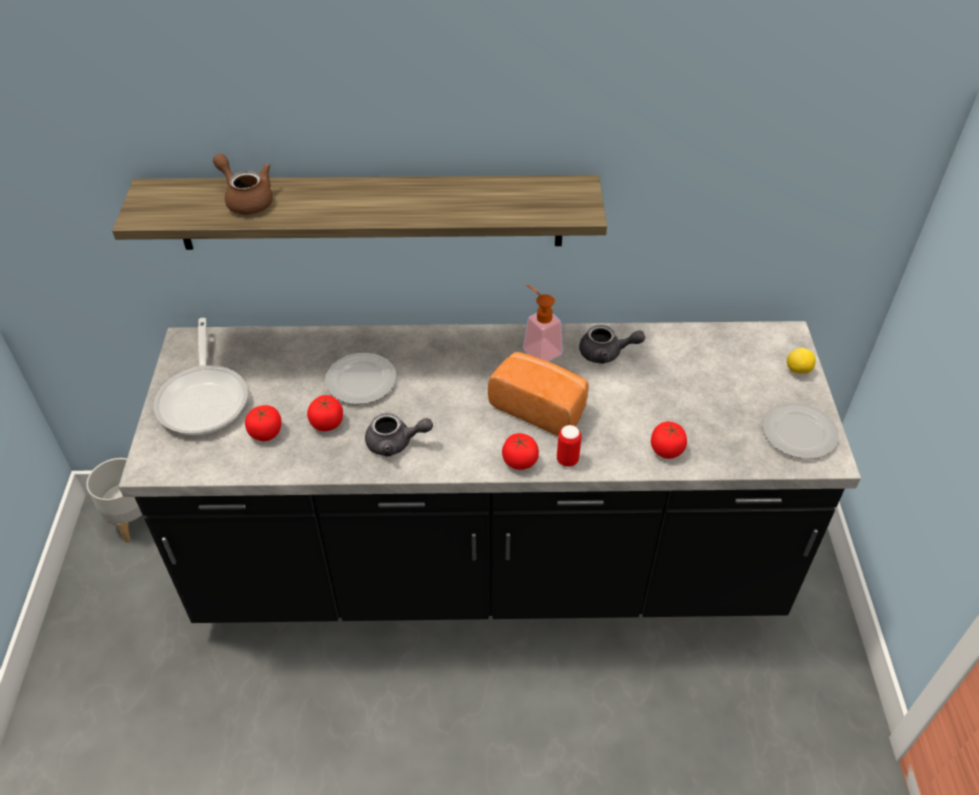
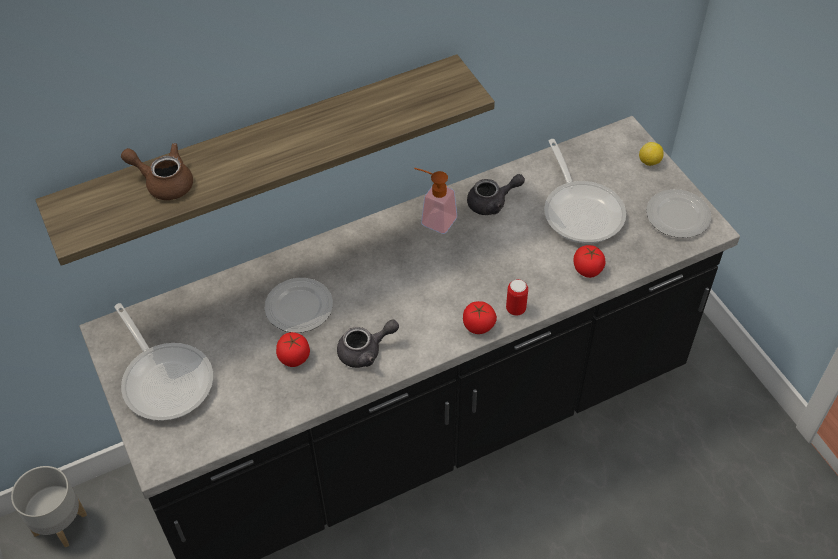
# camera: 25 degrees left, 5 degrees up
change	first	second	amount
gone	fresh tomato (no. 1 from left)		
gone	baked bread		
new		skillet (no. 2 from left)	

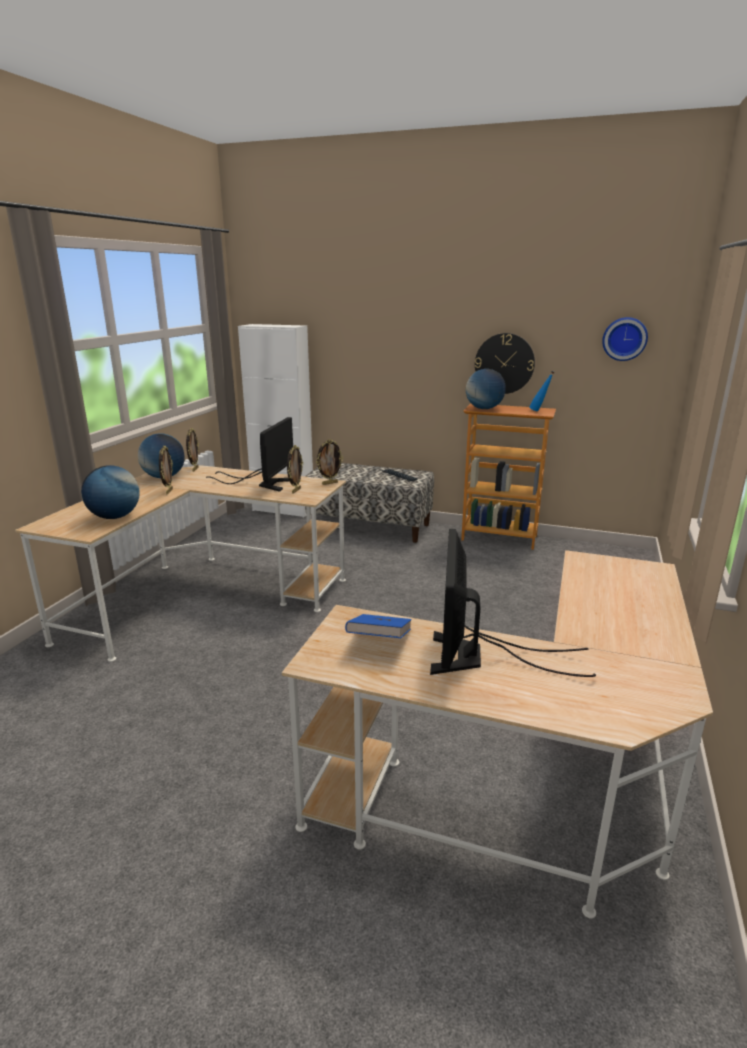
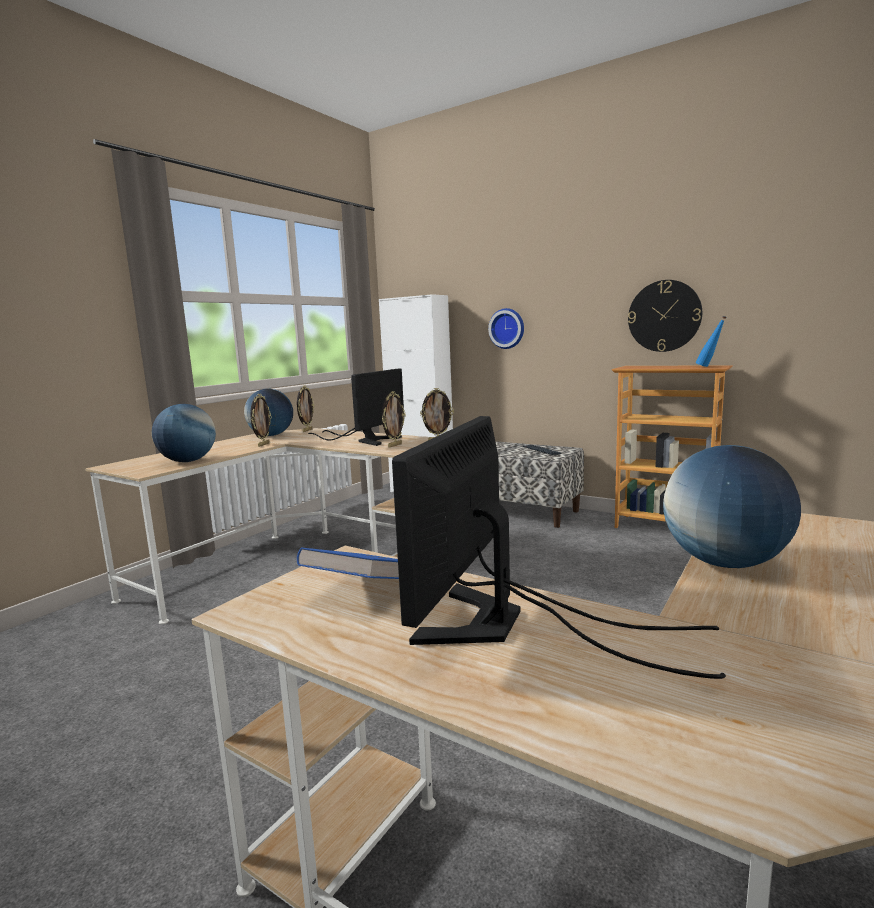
# camera: 15 degrees right, 10 degrees down
change	first	second	amount
shifted	world globe (no. 3 from left)		
shifted	clock on the wall (no. 2 from left in the first image)	clock on the wall (no. 1 from left)	

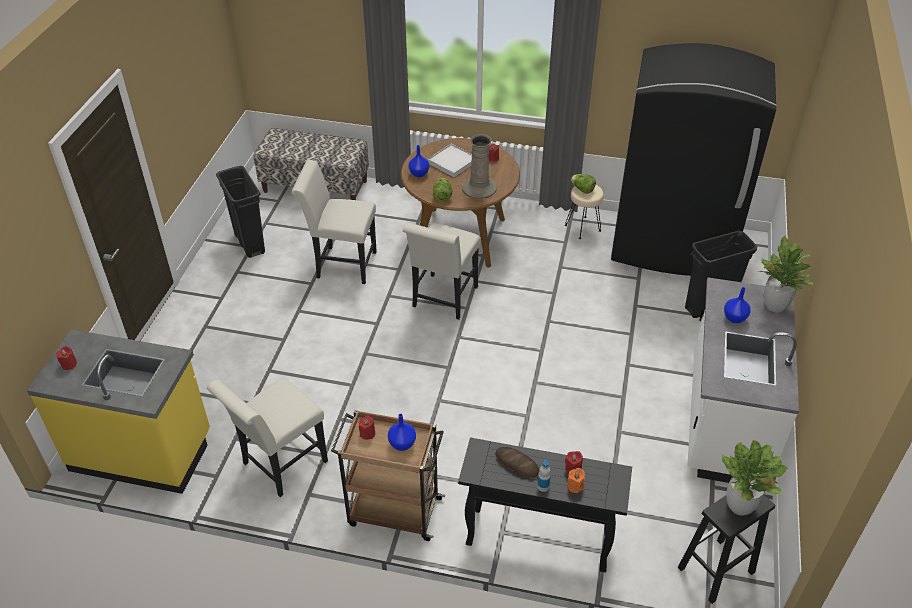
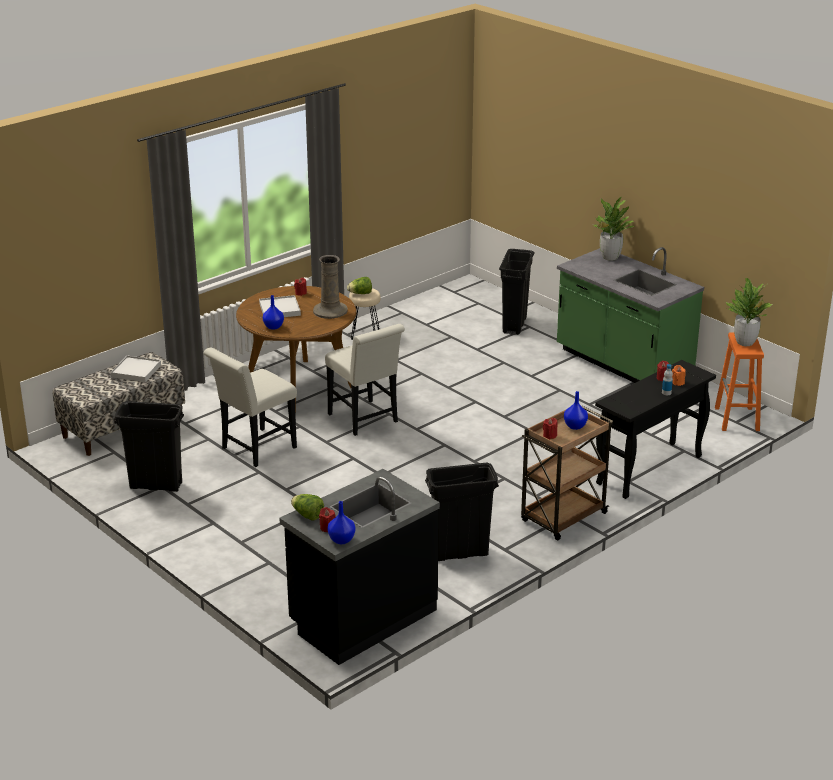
# camera: 55 degrees left, 15 degrees down
change	first	second	amount
repainted	yellow counter	black-coloured counter	
swapped	white-coloured chair (no. 1 from left)	black-coloured trash can (no. 2 from left)	
shifted	head of lettuce (no. 1 from left)		
gone	baked bread		
gone	black-coloured fridge		
repainted	black-coloured stool seat	orange-coloured stool seat	
repainted	white-coloured counter	green-coloured counter	
shifted	blue-coloured vase (no. 3 from left in the first image)	blue-coloured vase (no. 2 from left)	
new		white-coloured tray (no. 1 from left)	

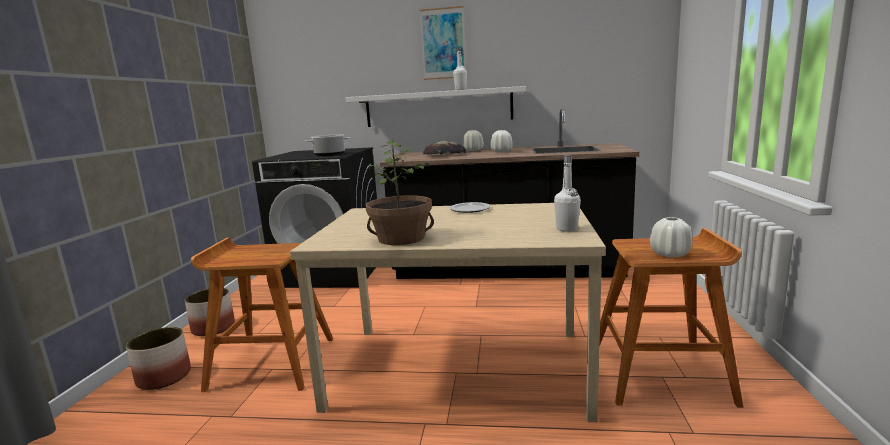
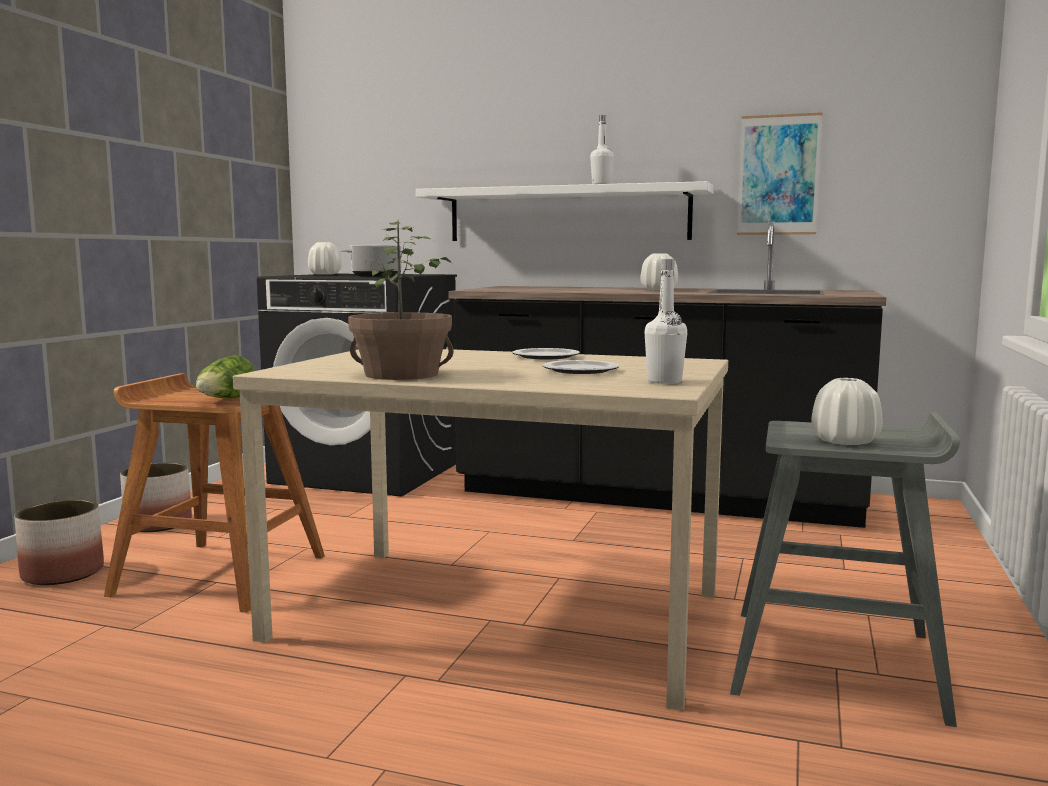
# camera: 10 degrees right, 5 degrees down
change	first	second	amount
shifted	picture		
gone	baked bread		
shifted	white-coloured vase (no. 1 from left)		
repainted	brown stool seat (no. 2 from left)	grey stool seat	
new		head of lettuce	
new		plate (no. 2 from left)	

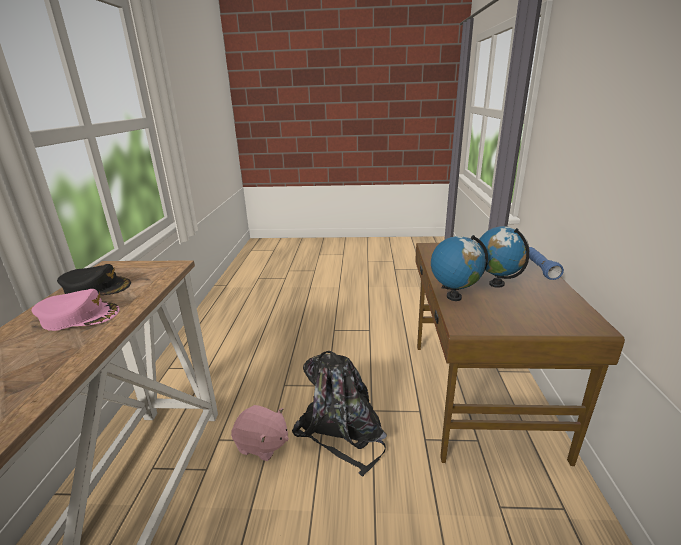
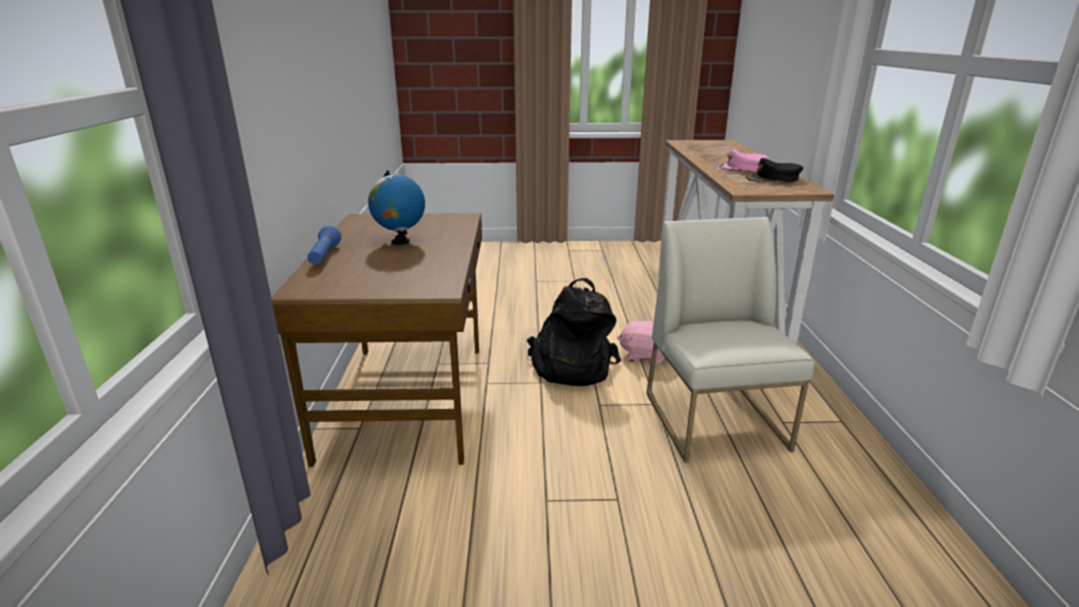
# camera: 175 degrees right, 0 degrees up
change	first	second	amount
gone	world globe (no. 1 from left)		
new		white-coloured chair	

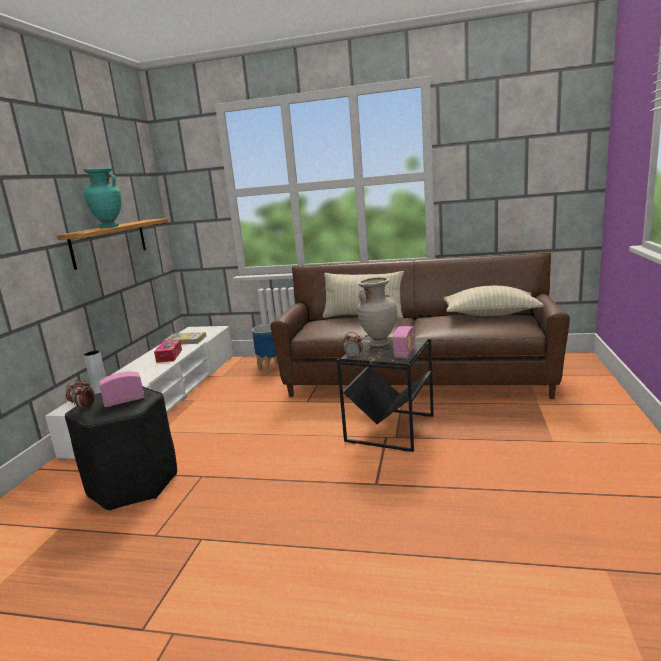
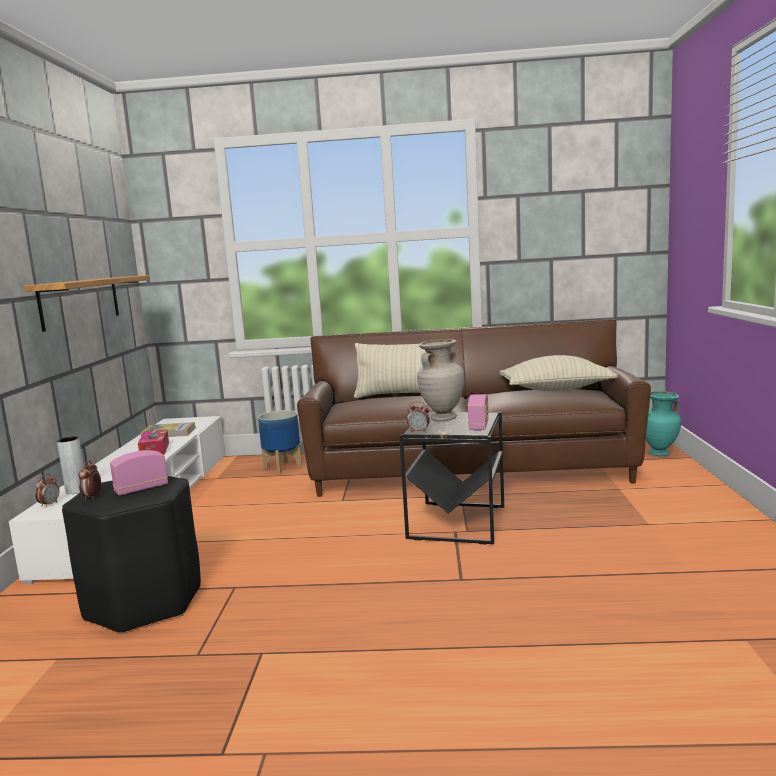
# camera: 10 degrees left, 5 degrees down
change	first	second	amount
shifted	turquoise vase		

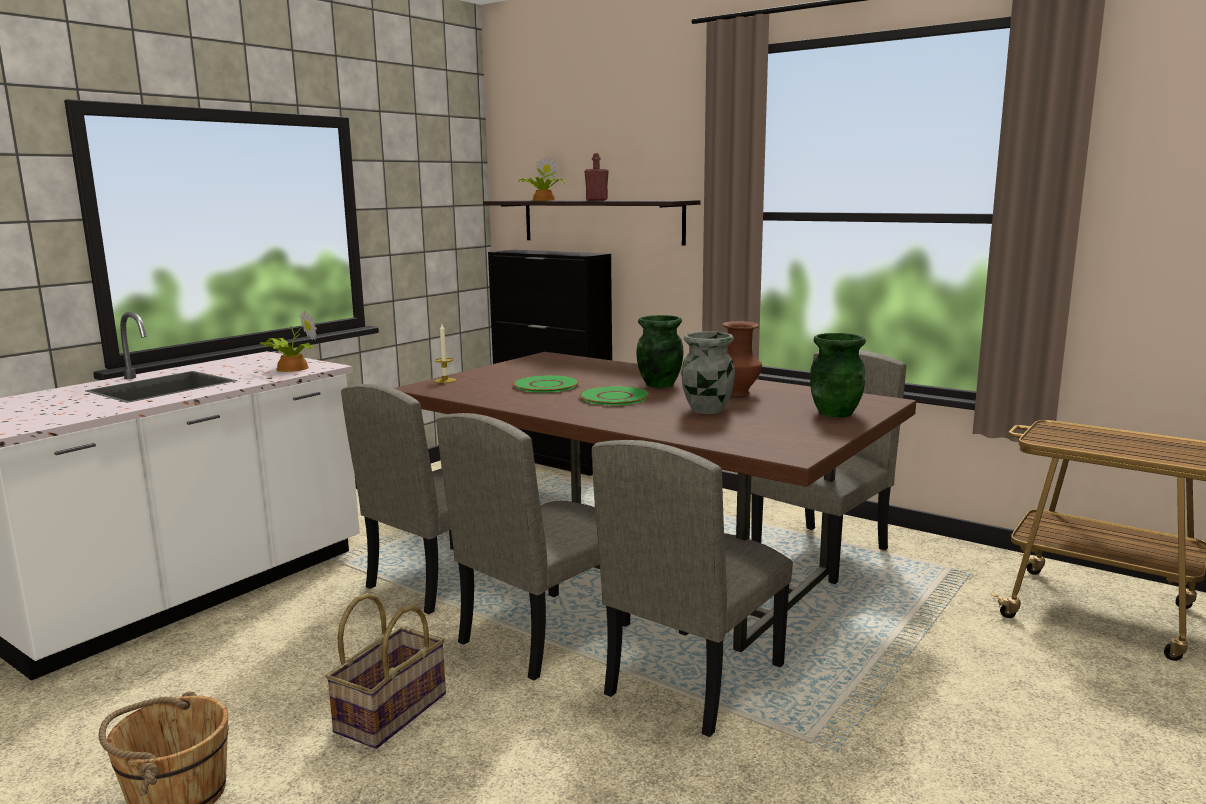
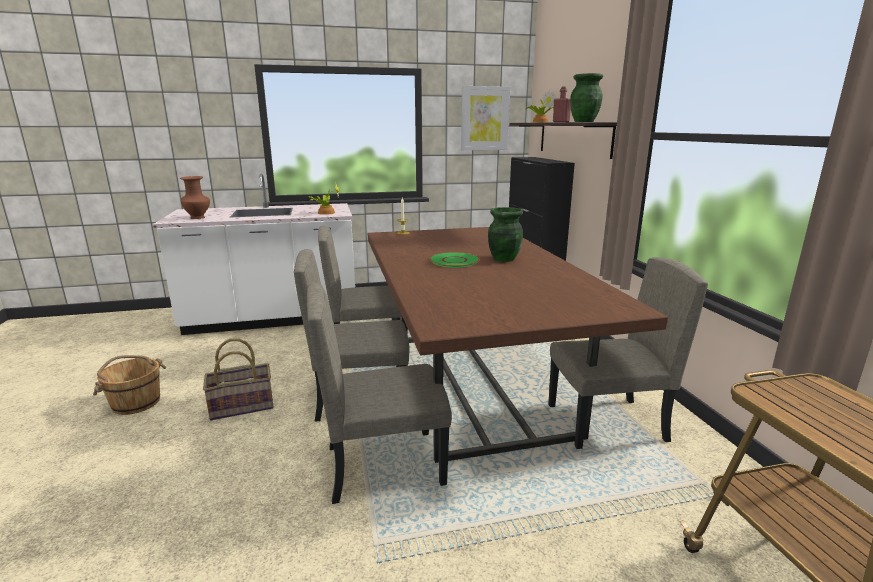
# camera: 40 degrees right, 5 degrees up
change	first	second	amount
gone	green-coloured plate (no. 1 from left)		
gone	grey vase		
shifted	brown vase		
shifted	green-coloured vase (no. 2 from left)		
new		picture	

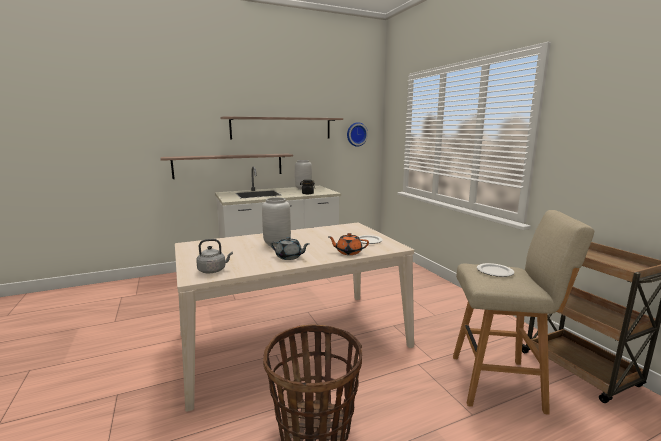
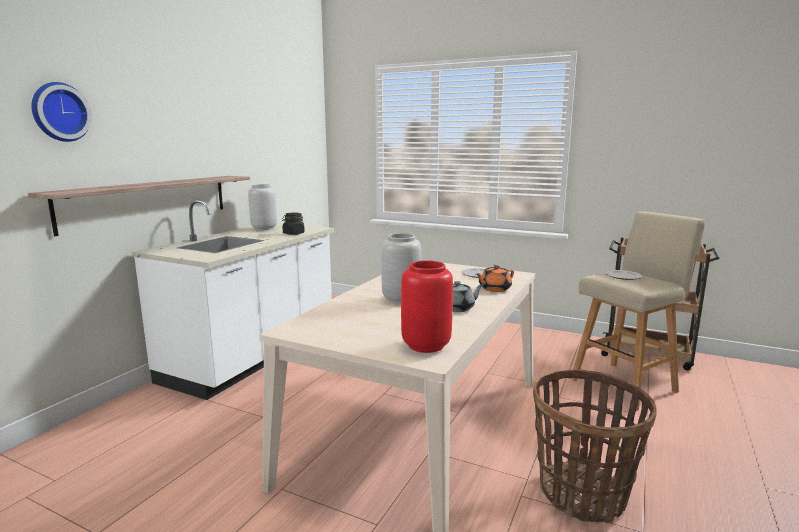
# camera: 40 degrees left, 0 degrees up
change	first	second	amount
swapped	grey kettle	red-coloured vase	
gone	shelf (no. 2 from left)		
shifted	clock on the wall		

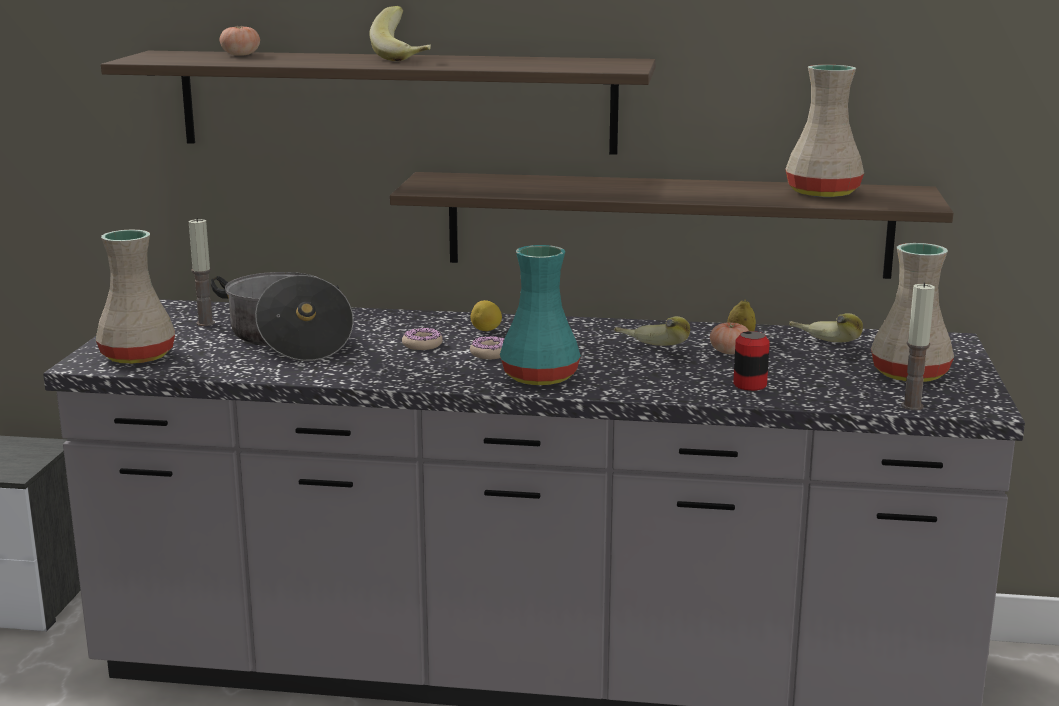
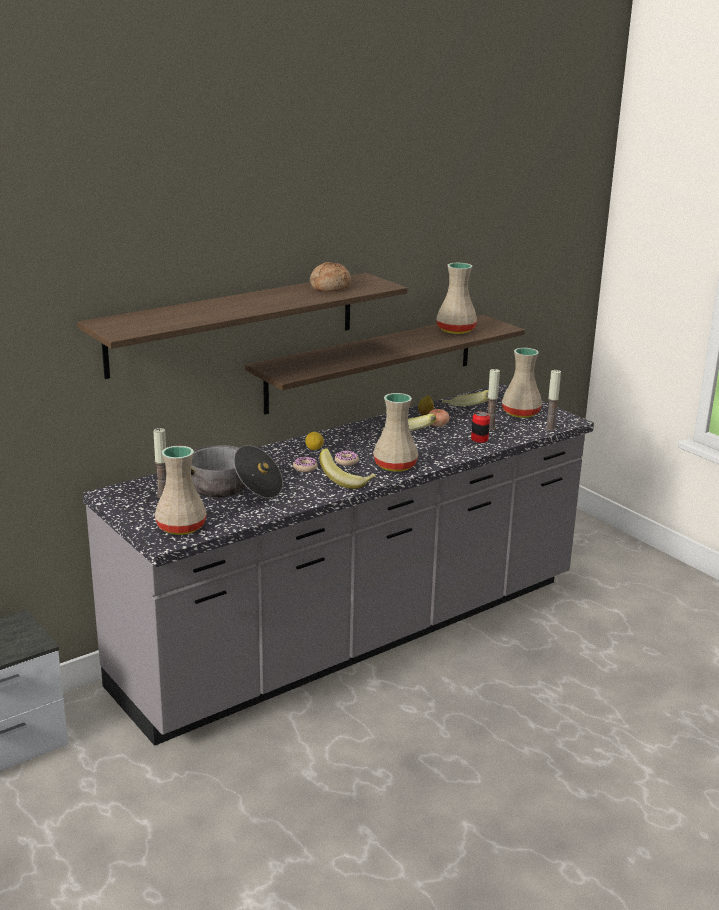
# camera: 45 degrees left, 5 degrees up
change	first	second	amount
gone	fresh tomato (no. 1 from left)		
shifted	whole banana (no. 1 from left)		
repainted	turquoise vase	beige vase (no. 2 from left)	
new		baked bread	
new		candle (no. 2 from left)	

